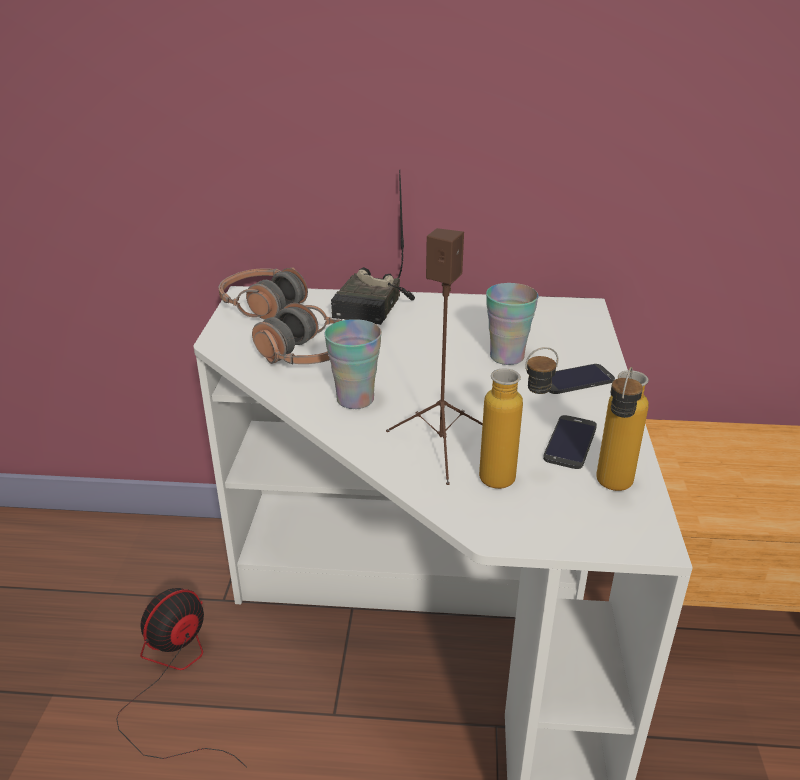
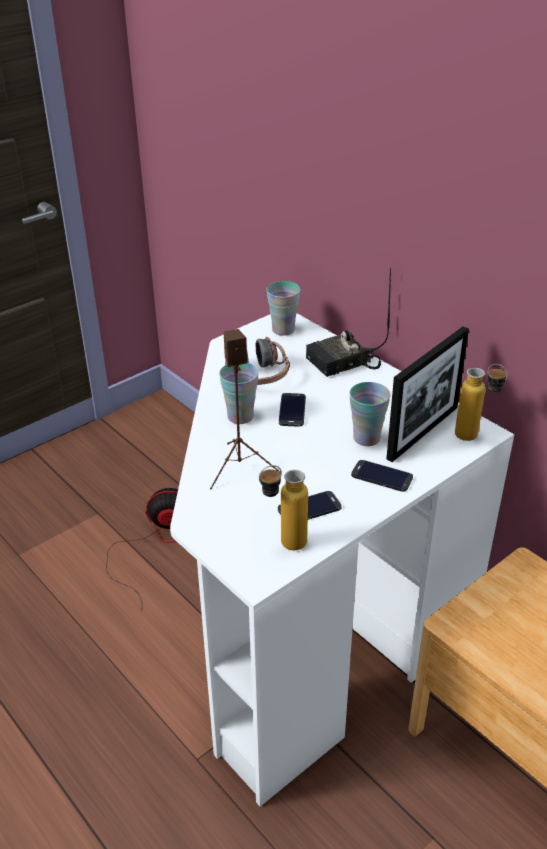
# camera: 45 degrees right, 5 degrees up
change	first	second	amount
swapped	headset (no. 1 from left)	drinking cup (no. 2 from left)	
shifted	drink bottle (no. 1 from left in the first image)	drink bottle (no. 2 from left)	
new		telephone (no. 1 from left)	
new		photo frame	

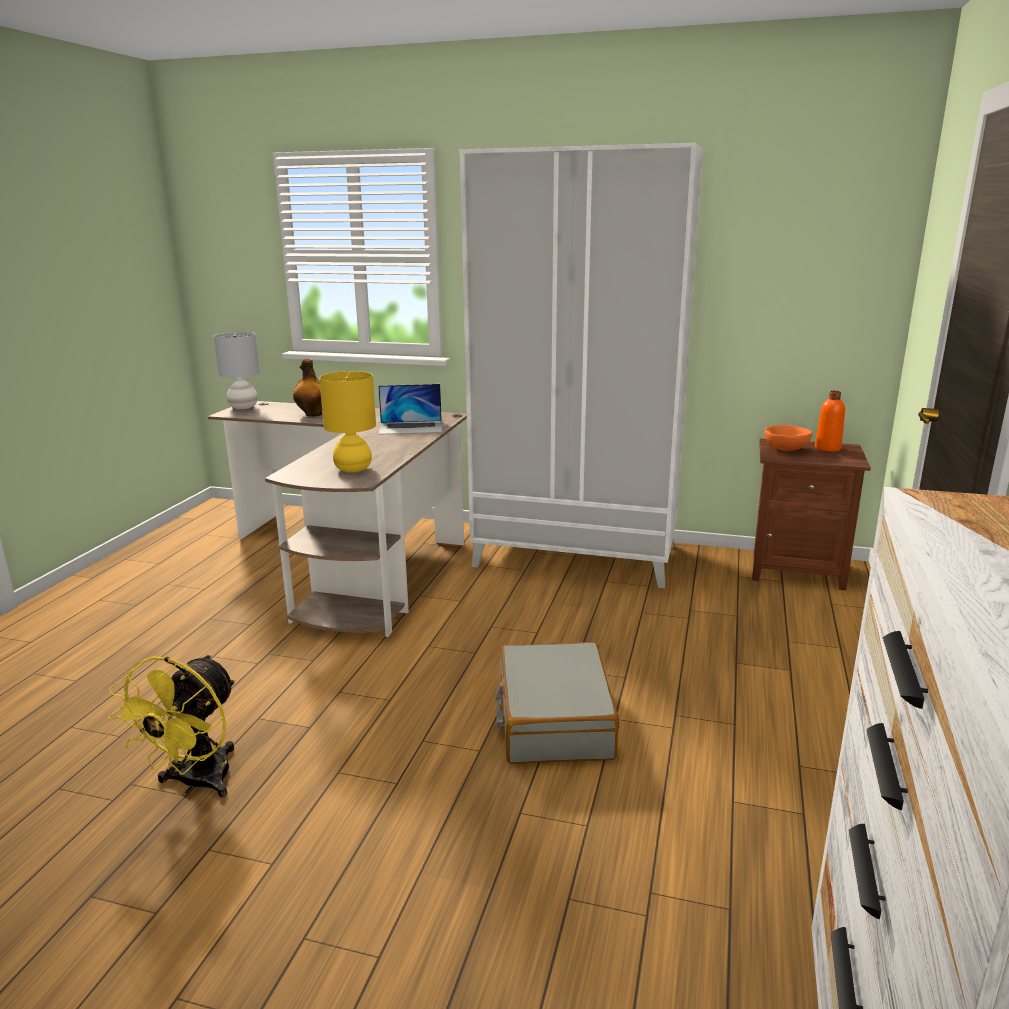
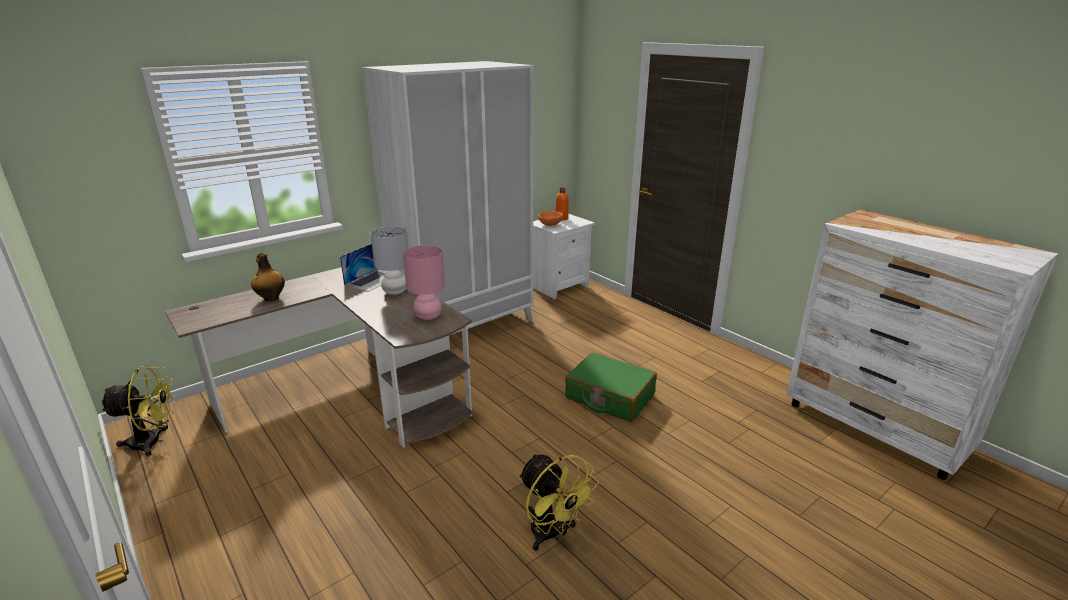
# camera: 55 degrees left, 5 degrees up
change	first	second	amount
shifted	grey table lamp		
repainted	yellow table lamp	pink table lamp	
repainted	grey suitcase	green-coloured suitcase	
repainted	brown night table	white-coloured night table	
new		yellow cooling fan (no. 1 from left)	

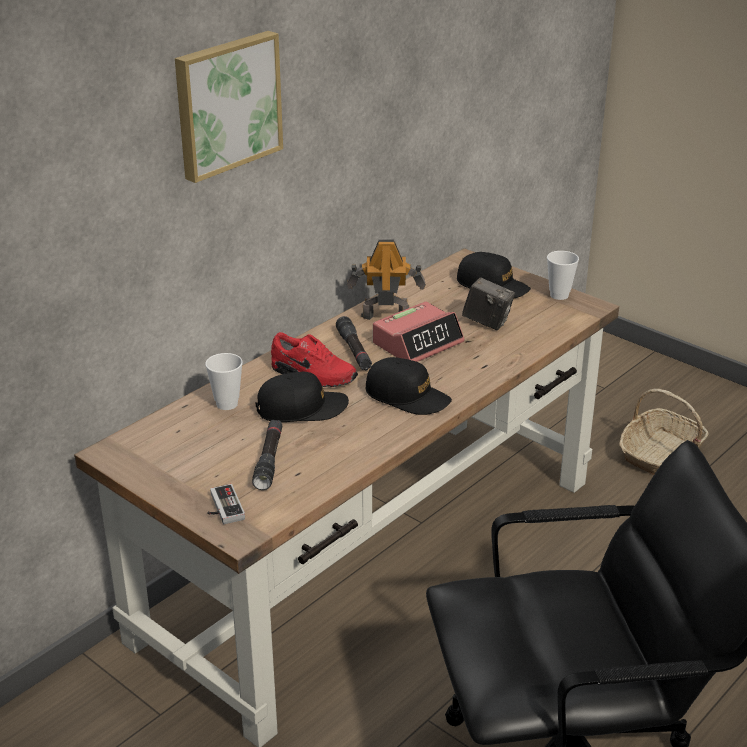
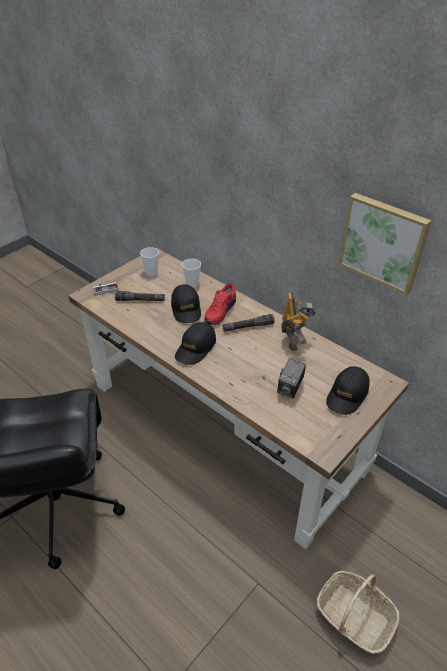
# camera: 90 degrees right, 10 degrees up
change	first	second	amount
shifted	picture		
gone	table clock		
shifted	drinking cup (no. 2 from left in the first image)	drinking cup (no. 1 from left)	

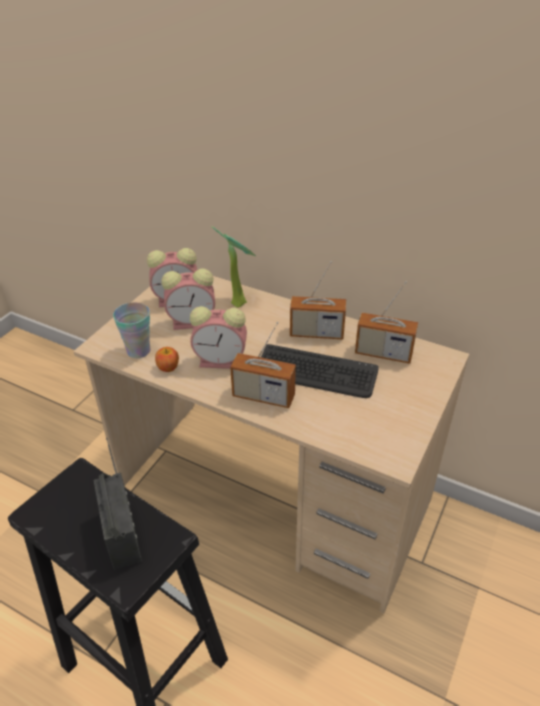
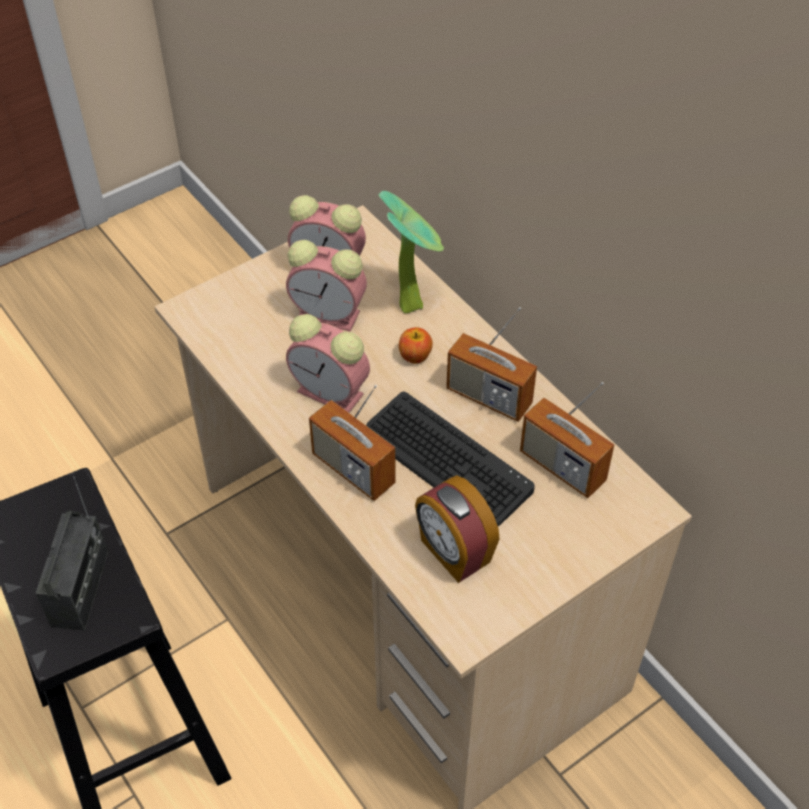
# camera: 25 degrees right, 10 degrees up
change	first	second	amount
gone	drinking cup		
shifted	apple fruit		
new		table clock (no. 4 from left)	

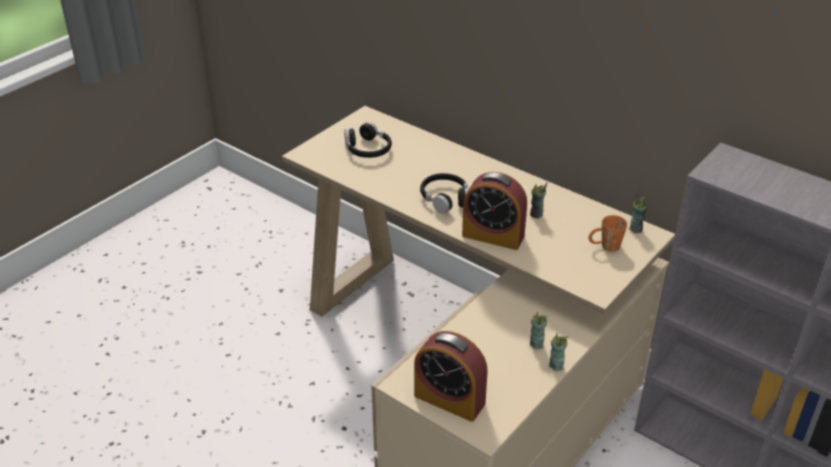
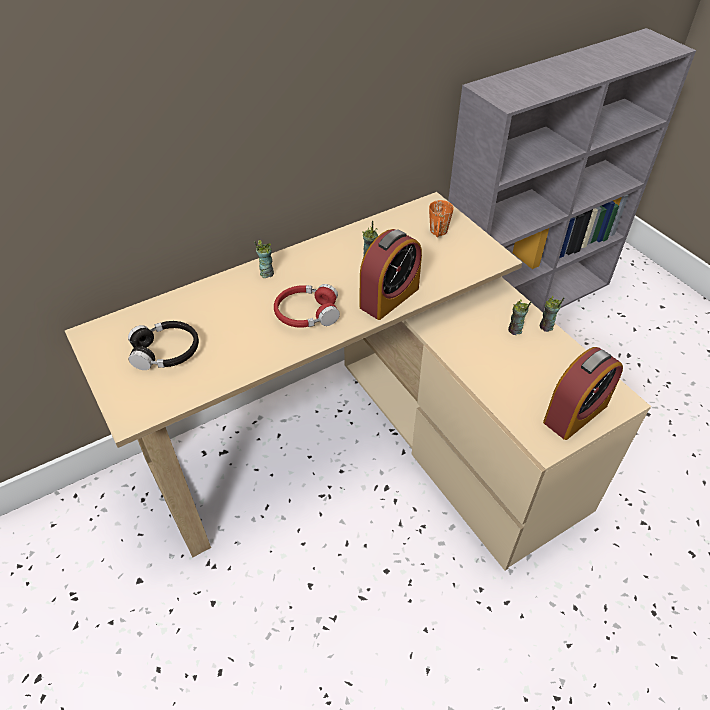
# camera: 70 degrees left, 10 degrees up
change	first	second	amount
repainted	black-coloured headset (no. 2 from left)	red-coloured headset	
shifted	drinking cup (no. 4 from left in the first image)	drinking cup (no. 1 from left)	

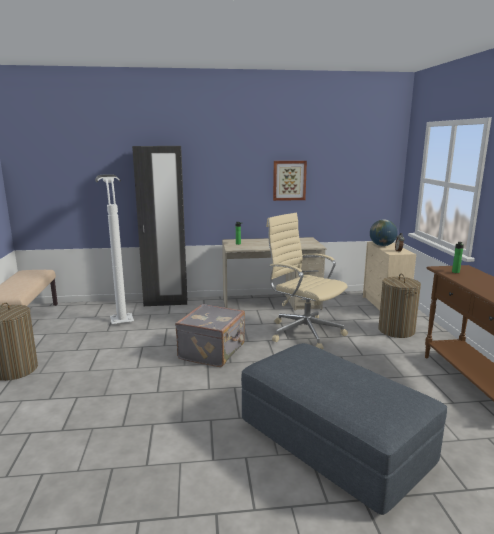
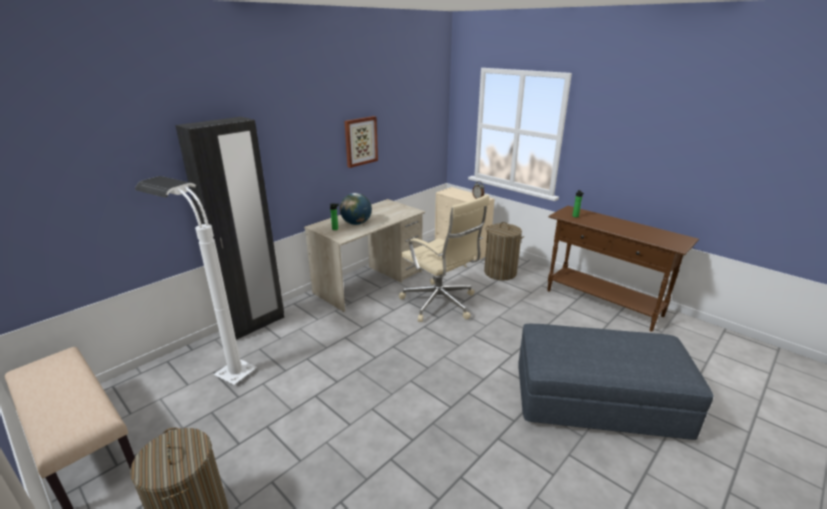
# camera: 40 degrees left, 10 degrees up
change	first	second	amount
gone	grey suitcase		
rotated	beige office chair		135 degrees counterclockwise
shifted	world globe		

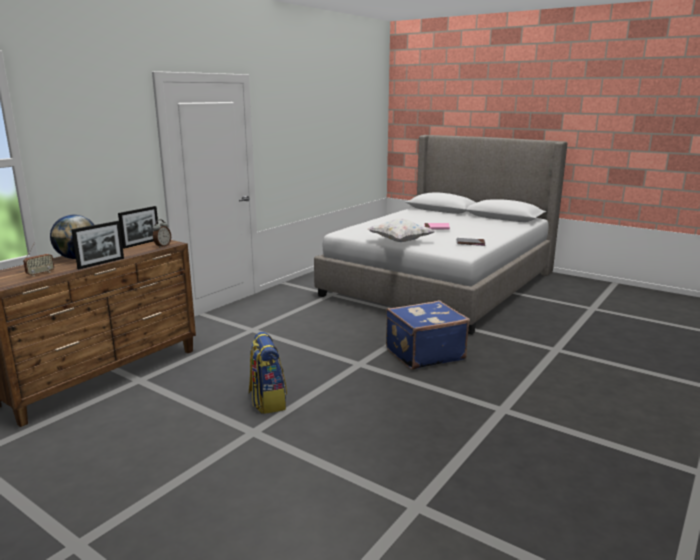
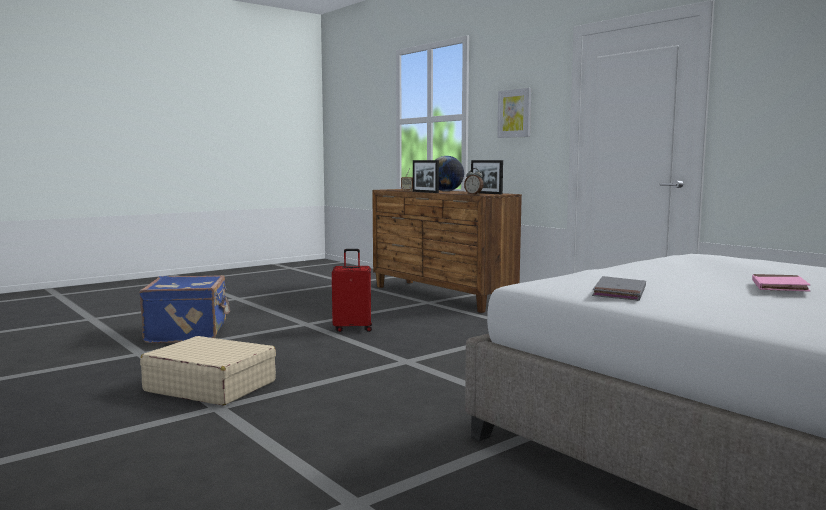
# camera: 105 degrees right, 10 degrees down
change	first	second	amount
swapped	rucksack	red-coloured suitcase	
gone	white-coloured cushion		
shifted	blue-coloured suitcase		
new		beige suitcase	
new		picture	

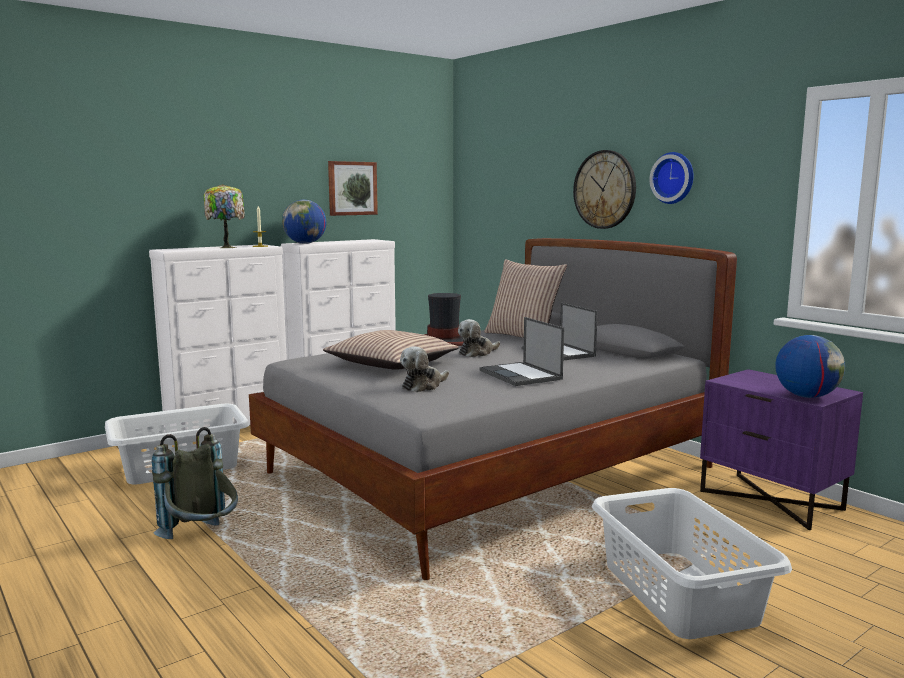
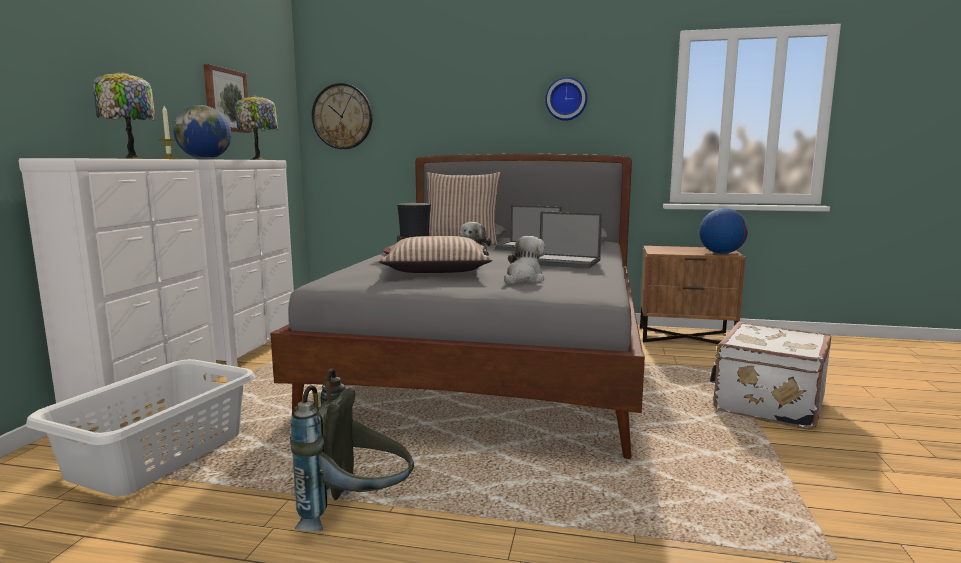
# camera: 40 degrees left, 0 degrees up
change	first	second	amount
rotated	plush toy (no. 1 from left in the first image)	plush toy (no. 2 from left)	150 degrees counterclockwise
shifted	clock on the wall (no. 1 from left)		
swapped	white-coloured hamper (no. 2 from left)	white-coloured suitcase	
repainted	purple night table	brown night table	
new		table lamp (no. 2 from left)	

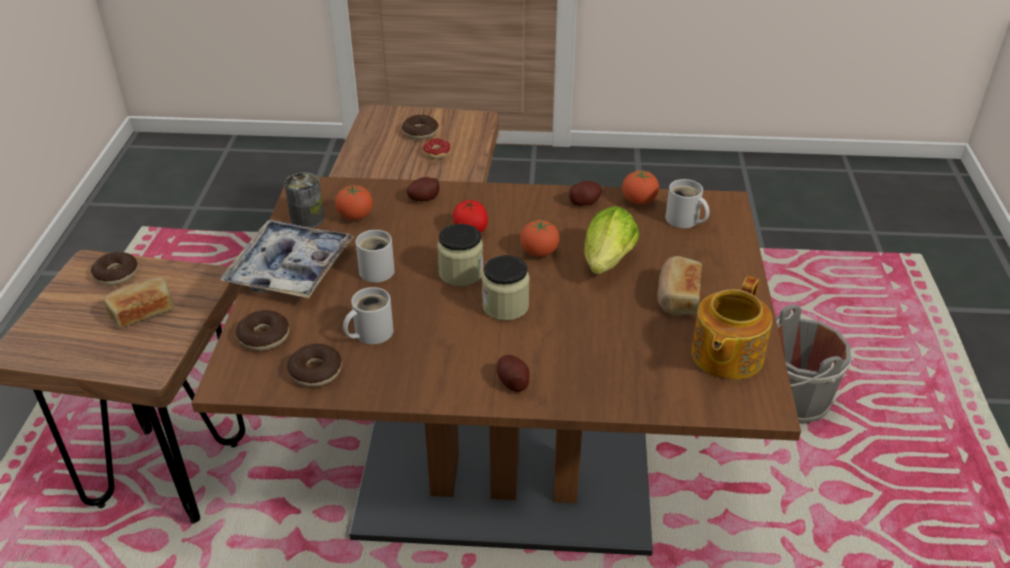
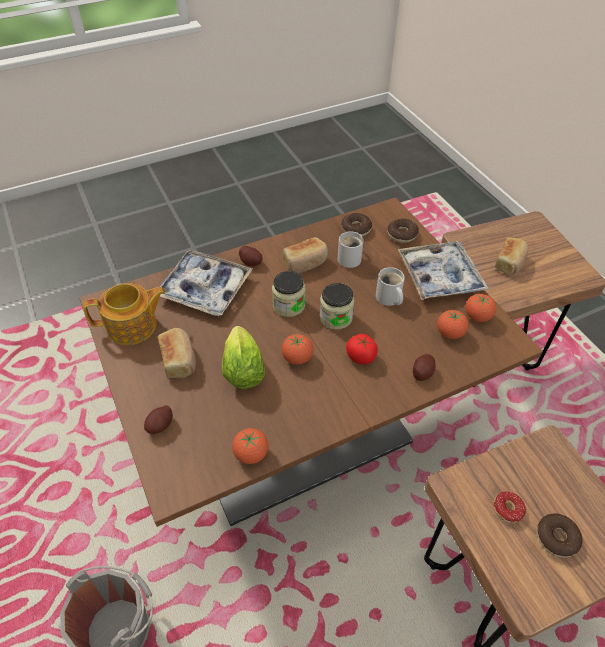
# camera: 150 degrees right, 10 degrees up
change	first	second	amount
gone	donut (no. 1 from left)		
swapped	sealed can	fresh tomato (no. 5 from left)	
shifted	potato (no. 3 from left in the first image)	potato (no. 1 from left)	
gone	white-coloured mug (no. 3 from left)		
rotated	pot for tea		75 degrees clockwise
new		tray (no. 1 from left)	
new		baked bread (no. 2 from left)	

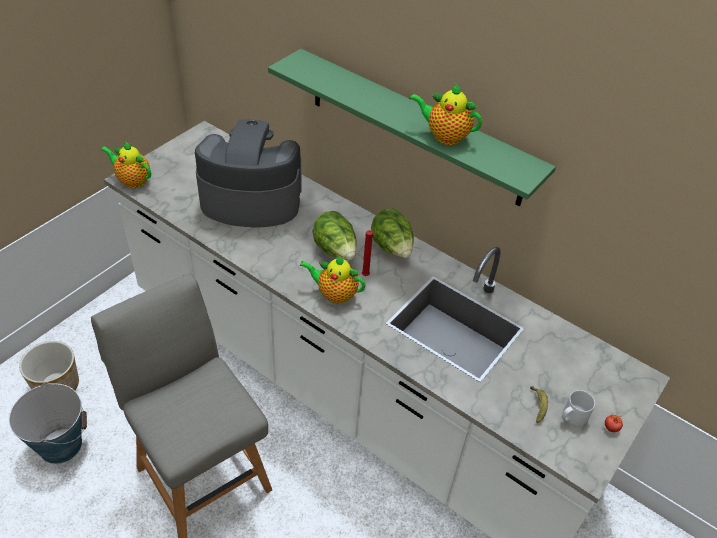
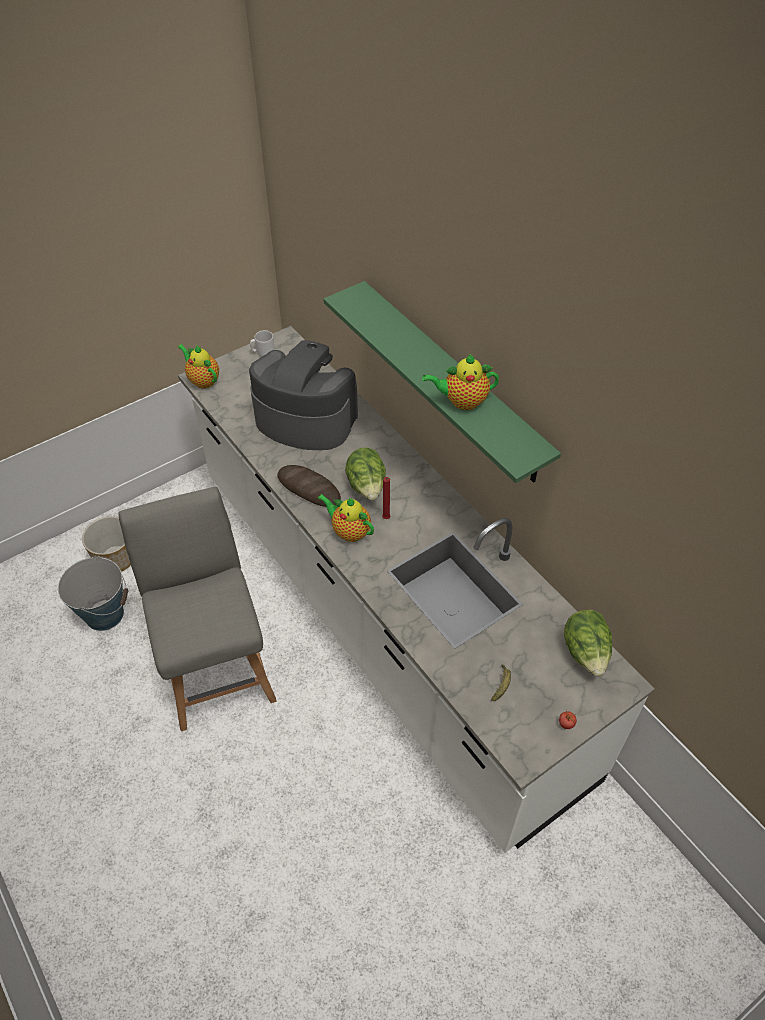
# camera: 20 degrees right, 5 degrees up
change	first	second	amount
shifted	head of lettuce (no. 2 from left)		
rotated	pot for tea (no. 3 from left)		45 degrees counterclockwise
shifted	grey mug		
new		baked bread	

